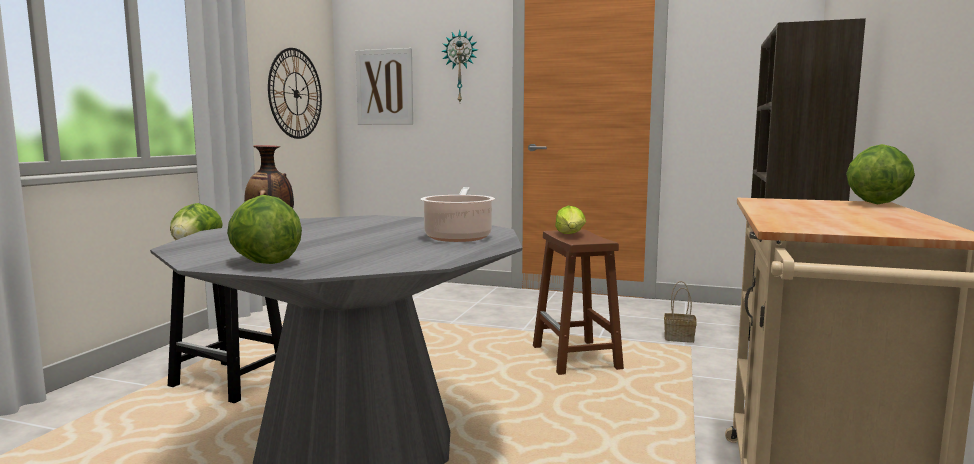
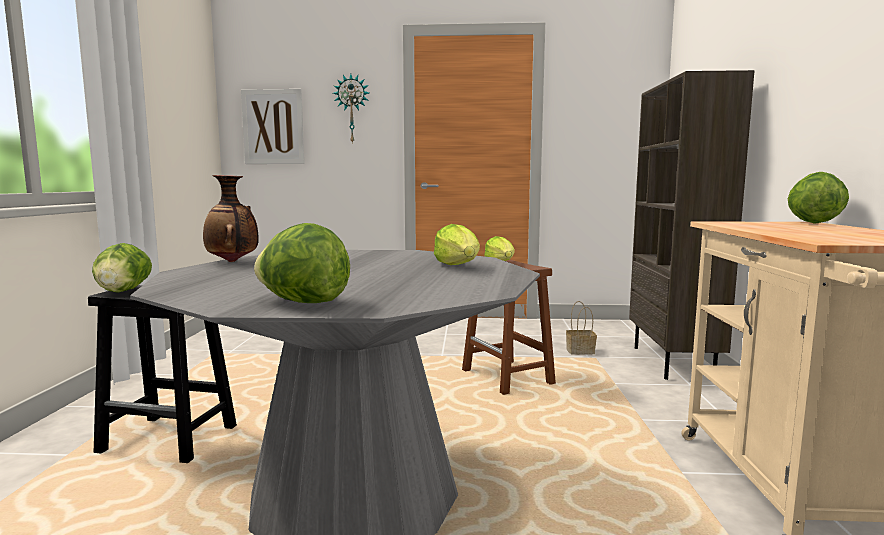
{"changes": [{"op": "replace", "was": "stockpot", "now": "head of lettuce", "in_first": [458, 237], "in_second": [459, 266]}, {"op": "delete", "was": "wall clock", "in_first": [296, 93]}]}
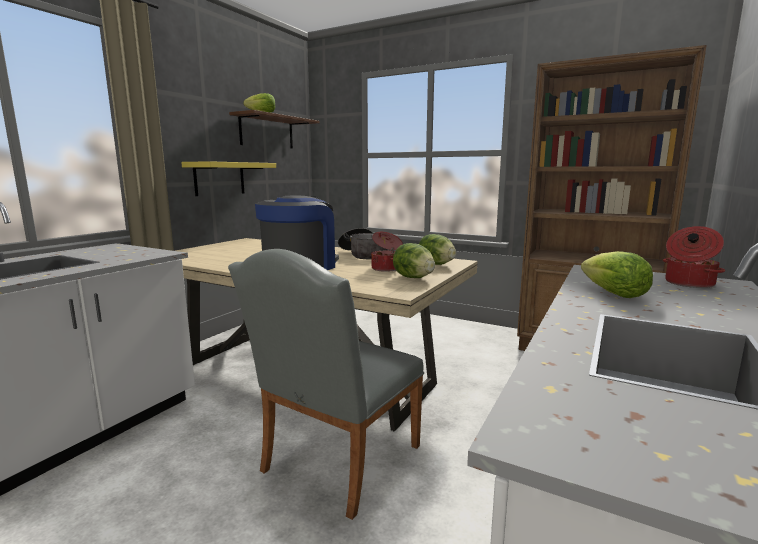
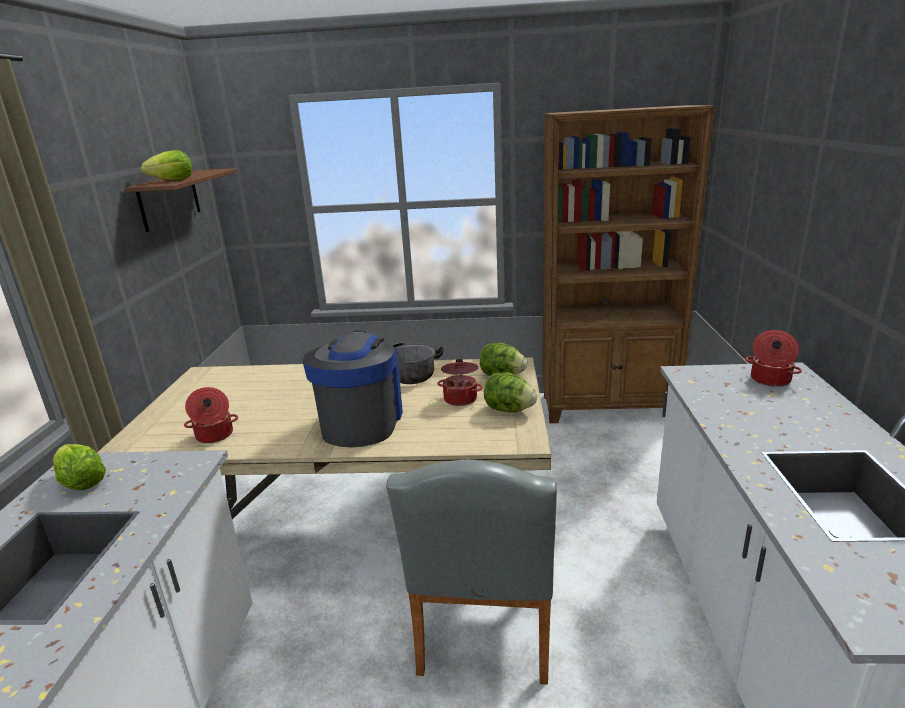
{"changes": [{"op": "move", "was": "head of lettuce", "in_first": [613, 294], "in_second": [82, 483]}, {"op": "insert", "now": "stockpot", "in_second": [214, 435]}, {"op": "delete", "was": "bracket shelf in yellowish", "in_first": [219, 178]}]}
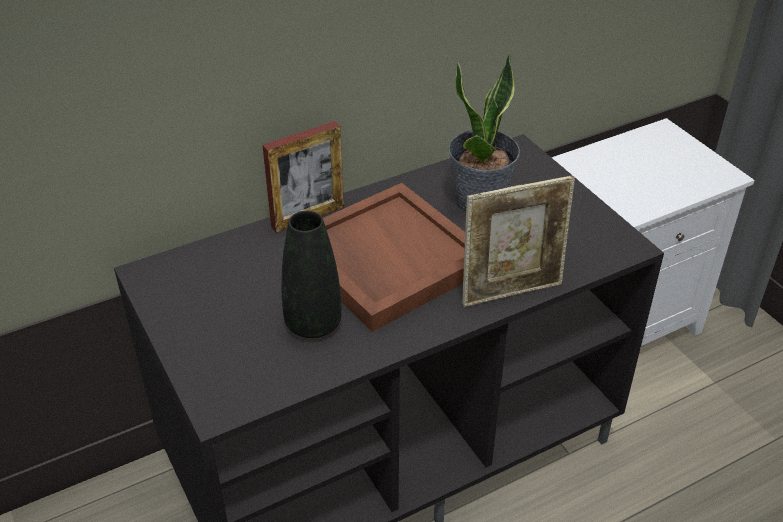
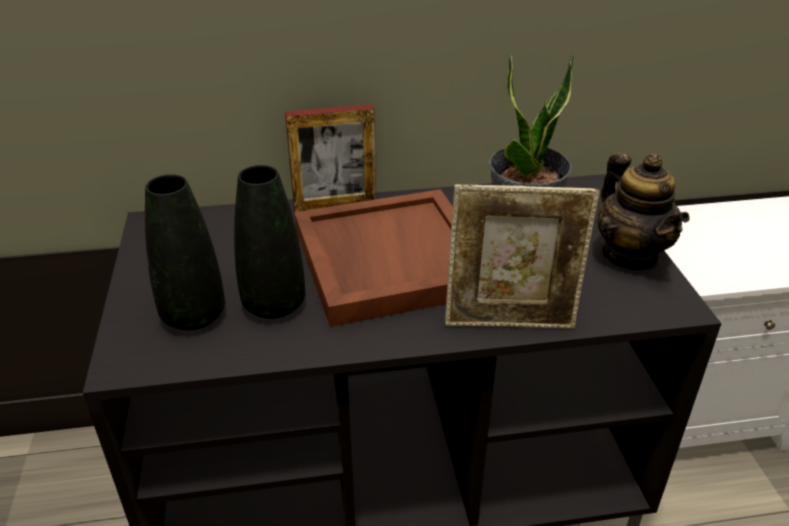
{"changes": [{"op": "insert", "now": "decorative vase in black-coloured", "in_second": [193, 316]}, {"op": "insert", "now": "tea pot", "in_second": [630, 255]}]}
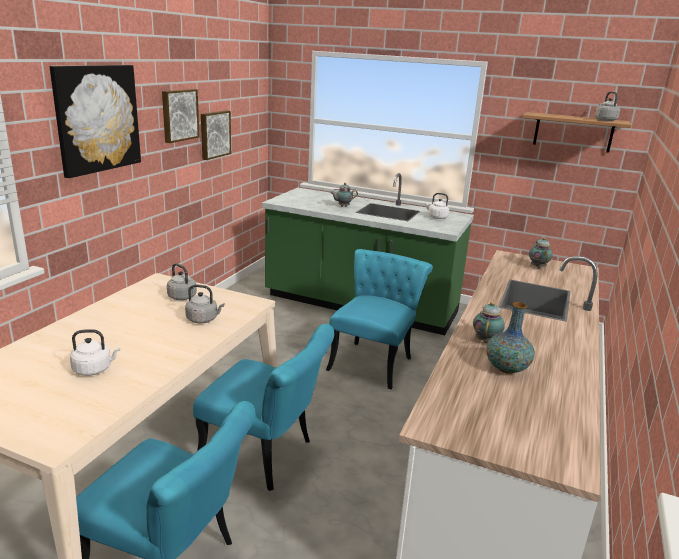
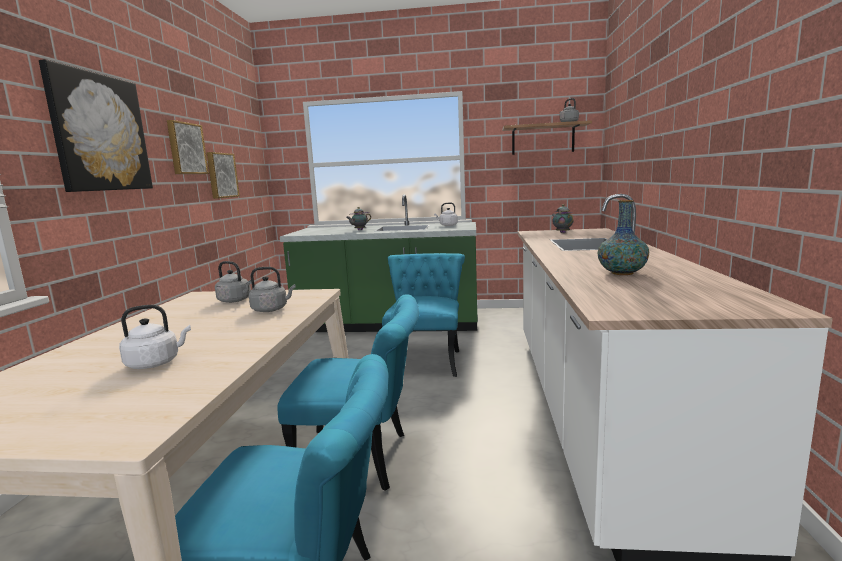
{"changes": [{"op": "delete", "was": "tea pot", "in_first": [486, 340]}]}
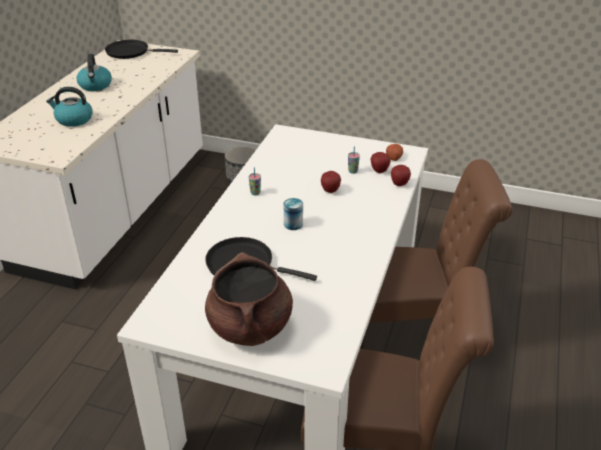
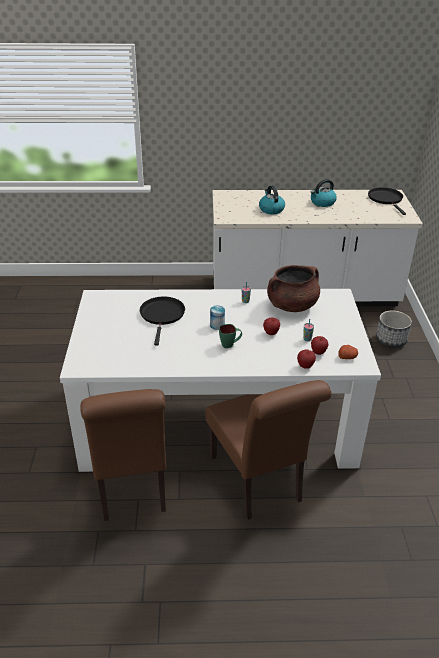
{"changes": [{"op": "insert", "now": "tea mug in green-coloured", "in_second": [230, 344]}, {"op": "move", "was": "stockpot in brown-coloured", "in_first": [250, 327], "in_second": [292, 306]}]}
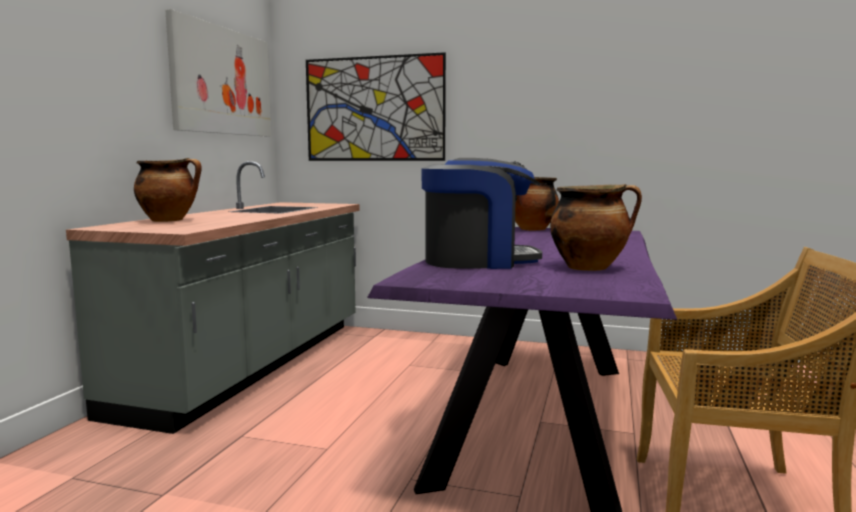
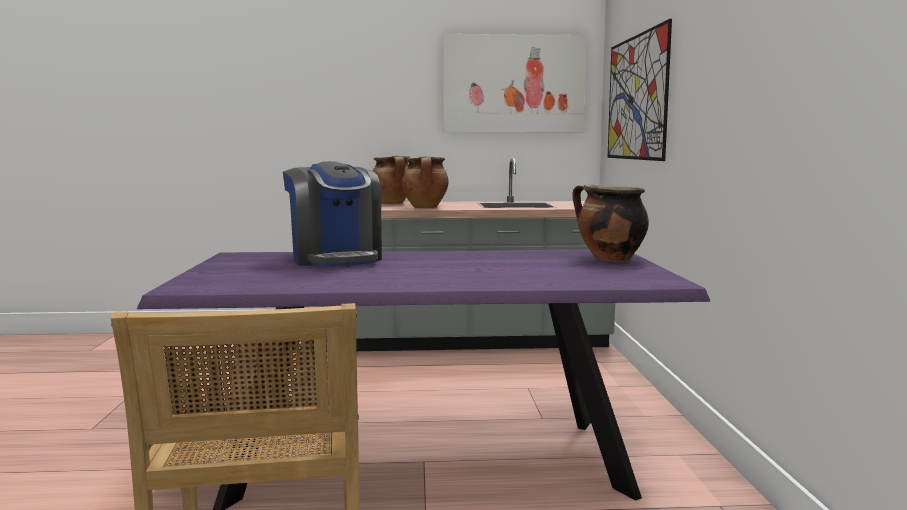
{"changes": [{"op": "move", "was": "stockpot", "in_first": [590, 268], "in_second": [426, 208]}]}
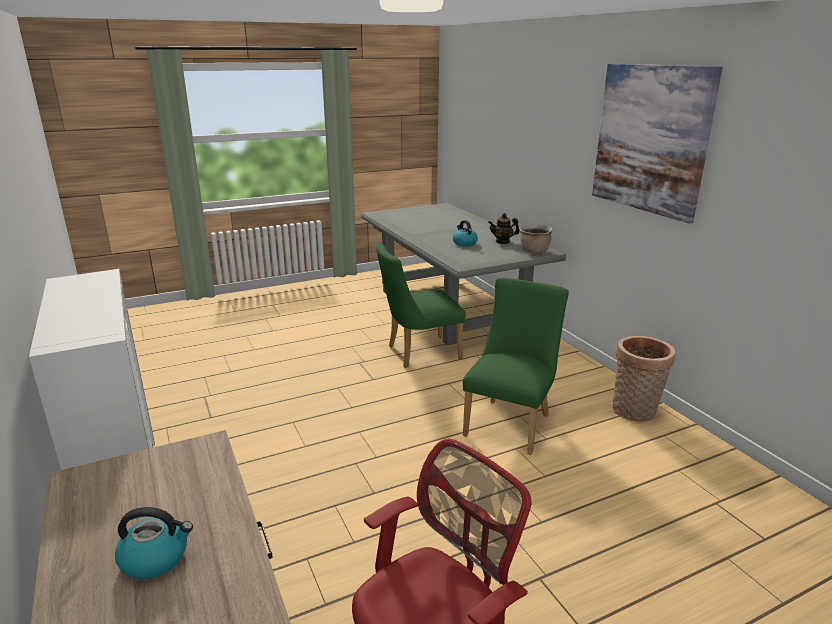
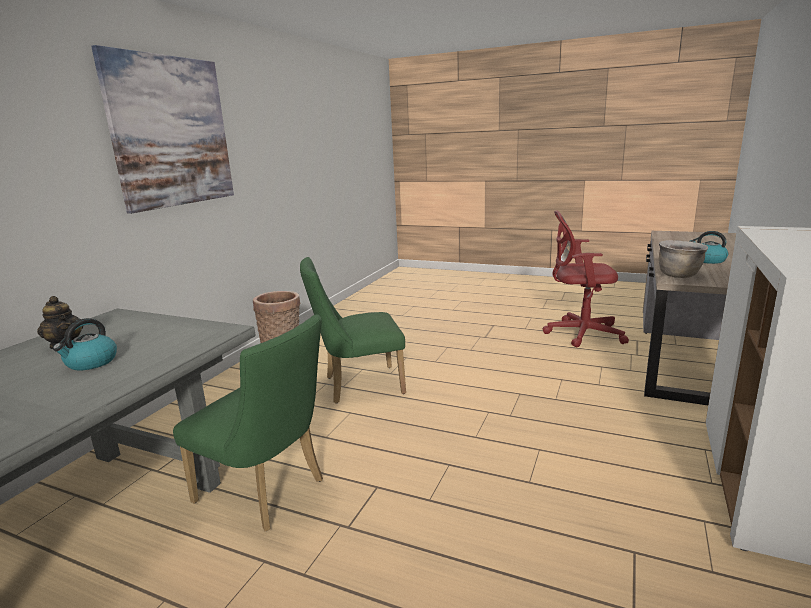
{"changes": [{"op": "move", "was": "stockpot in brown-coloured", "in_first": [534, 251], "in_second": [679, 275]}]}
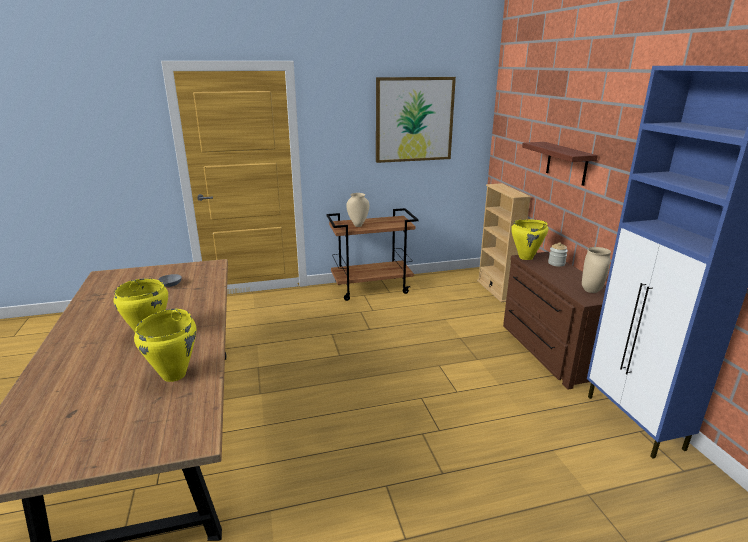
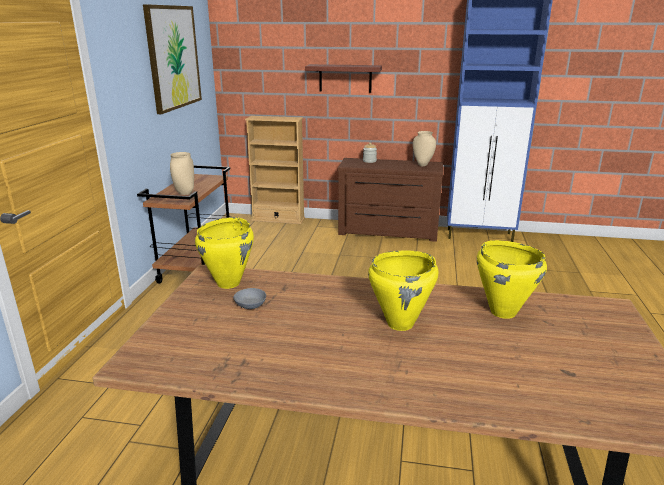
{"changes": [{"op": "move", "was": "stockpot in yellowish", "in_first": [526, 257], "in_second": [229, 283]}]}
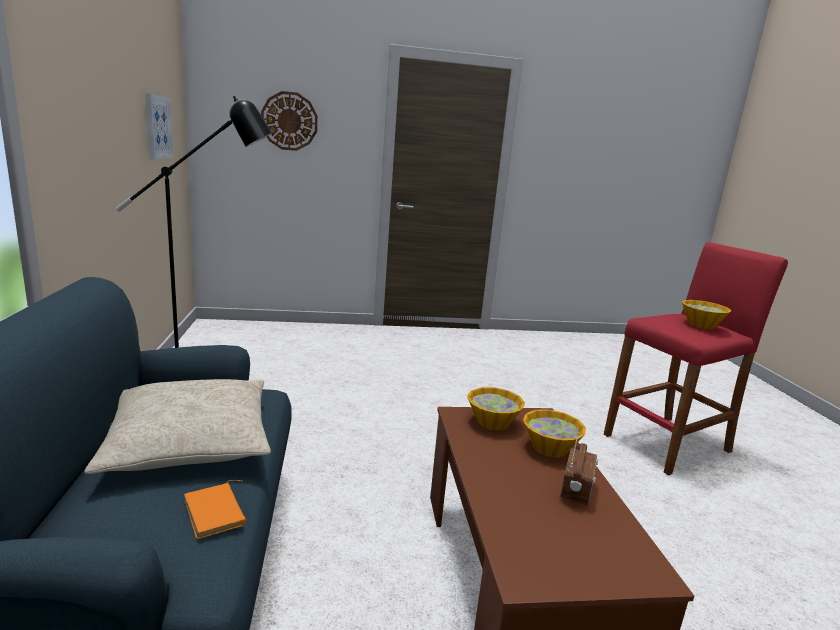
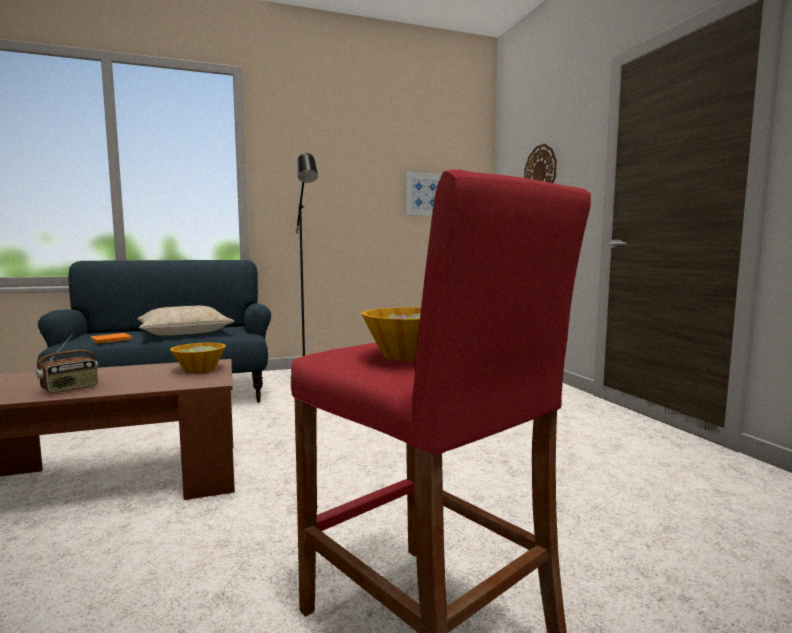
{"changes": [{"op": "rotate", "was": "radio", "in_first": [576, 491], "in_second": [70, 389], "clockwise": -60}, {"op": "delete", "was": "deep dish", "in_first": [549, 448]}]}
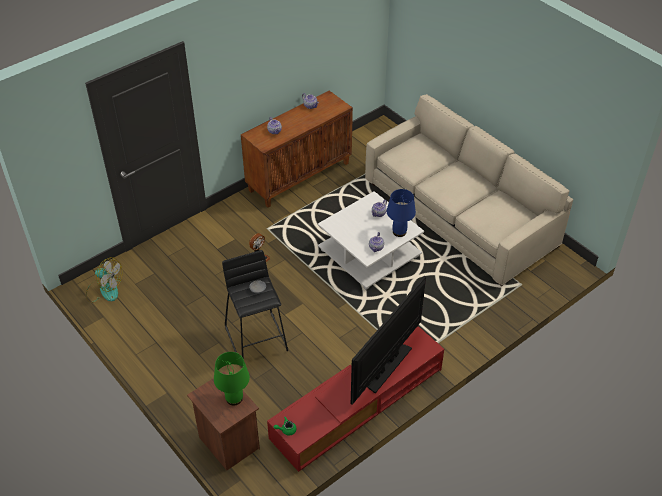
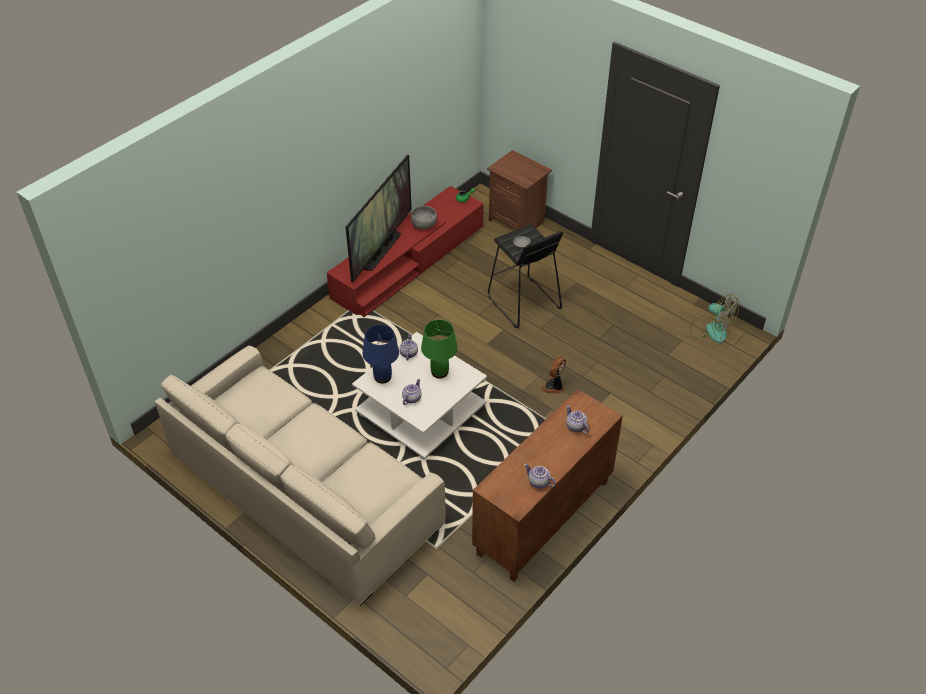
{"changes": [{"op": "insert", "now": "deep dish in gray", "in_second": [423, 225]}, {"op": "move", "was": "tabletop lamp in green-coloured", "in_first": [234, 398], "in_second": [439, 371]}, {"op": "rotate", "was": "cooling fan", "in_first": [104, 290], "in_second": [710, 329], "clockwise": -150}]}
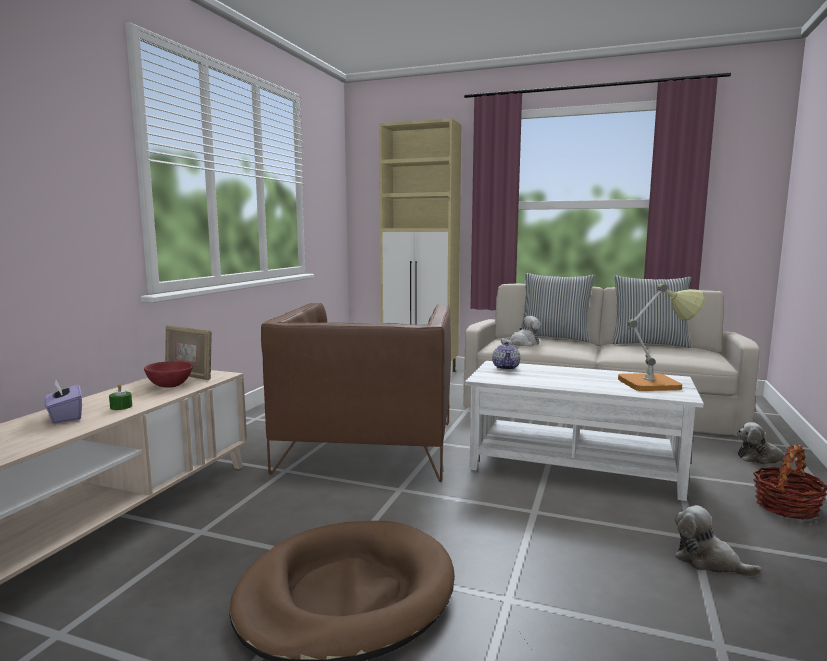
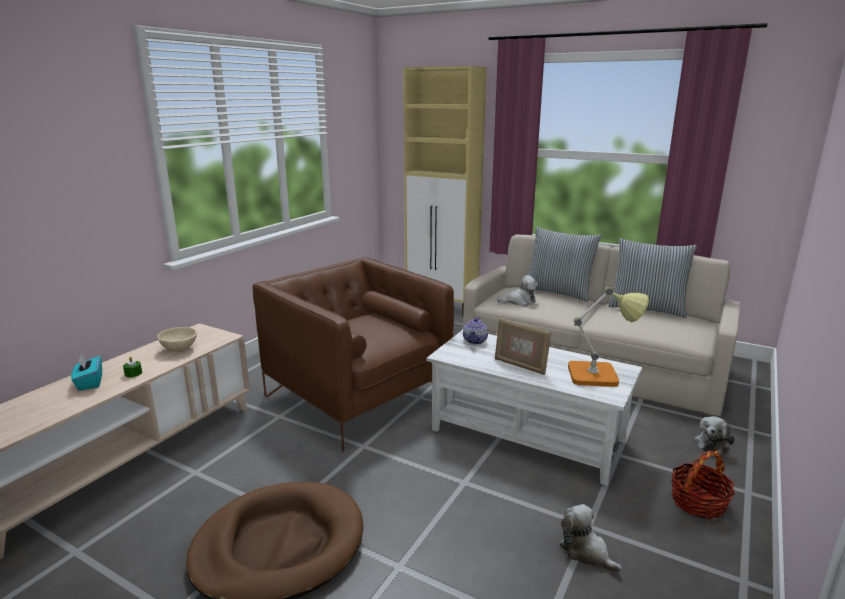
{"changes": [{"op": "recolor", "was": "tissue box in purple-coloured", "now": "tissue box in blue-green", "in_first": [65, 417], "in_second": [89, 383]}, {"op": "recolor", "was": "deep dish in red-coloured", "now": "deep dish in beige-coloured", "in_first": [170, 385], "in_second": [180, 349]}, {"op": "rotate", "was": "lounge chair in brown-coloured", "in_first": [369, 447], "in_second": [357, 396], "clockwise": 120}, {"op": "move", "was": "picture frame", "in_first": [189, 376], "in_second": [520, 366]}, {"op": "rotate", "was": "cuddly toy", "in_first": [761, 458], "in_second": [712, 443], "clockwise": -75}]}
